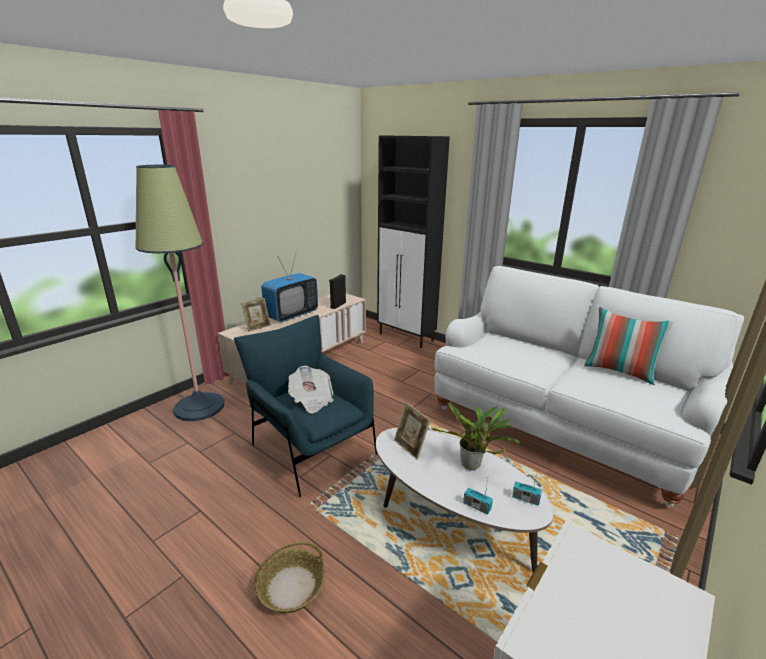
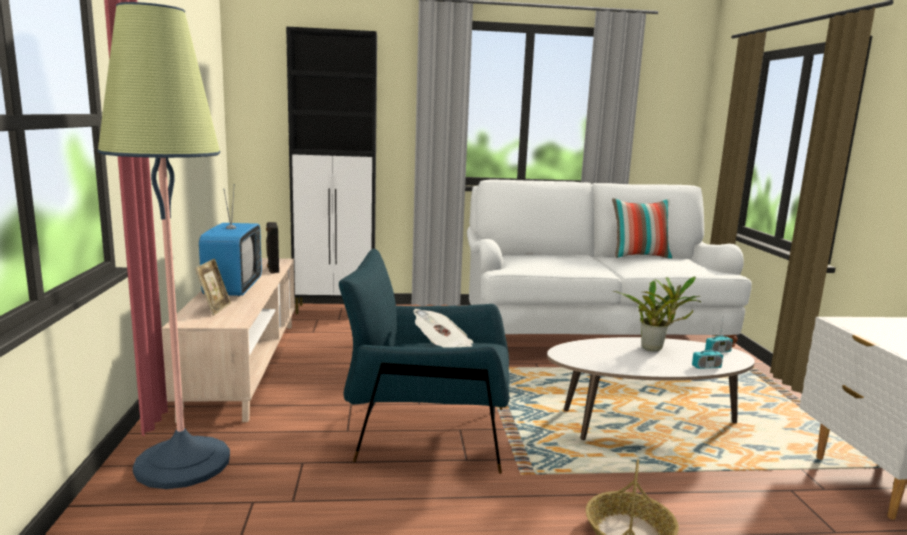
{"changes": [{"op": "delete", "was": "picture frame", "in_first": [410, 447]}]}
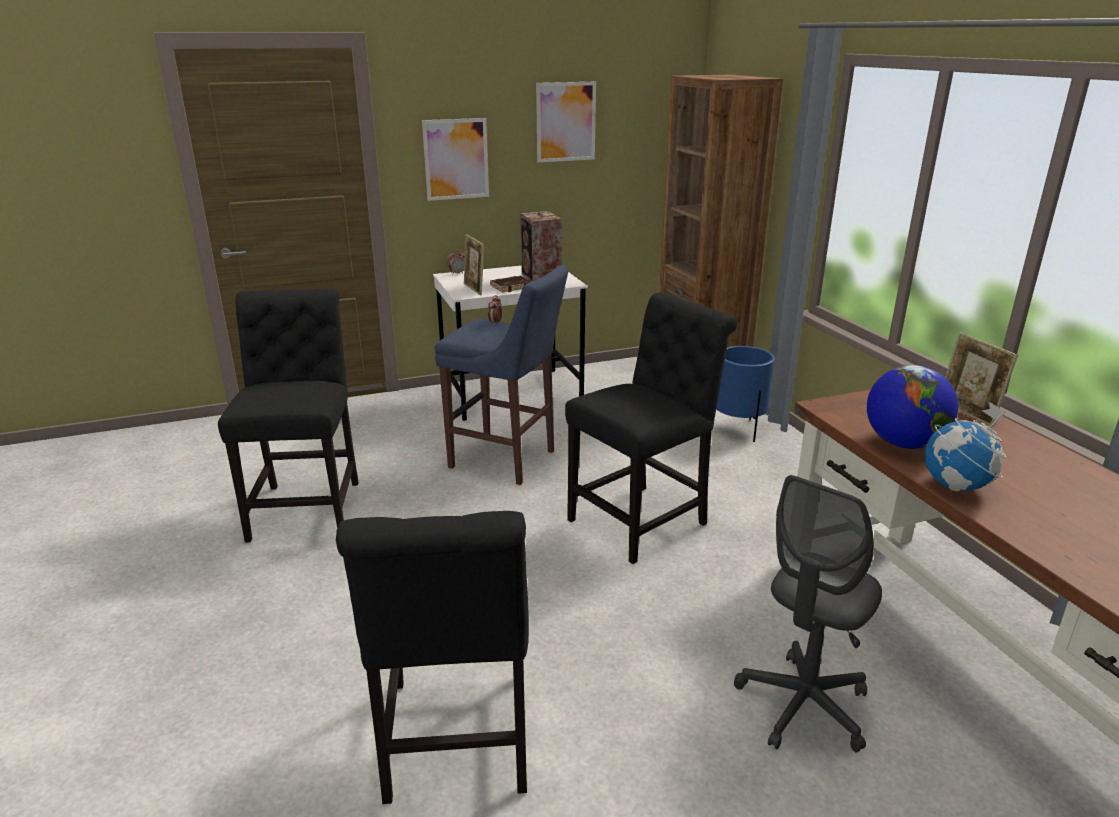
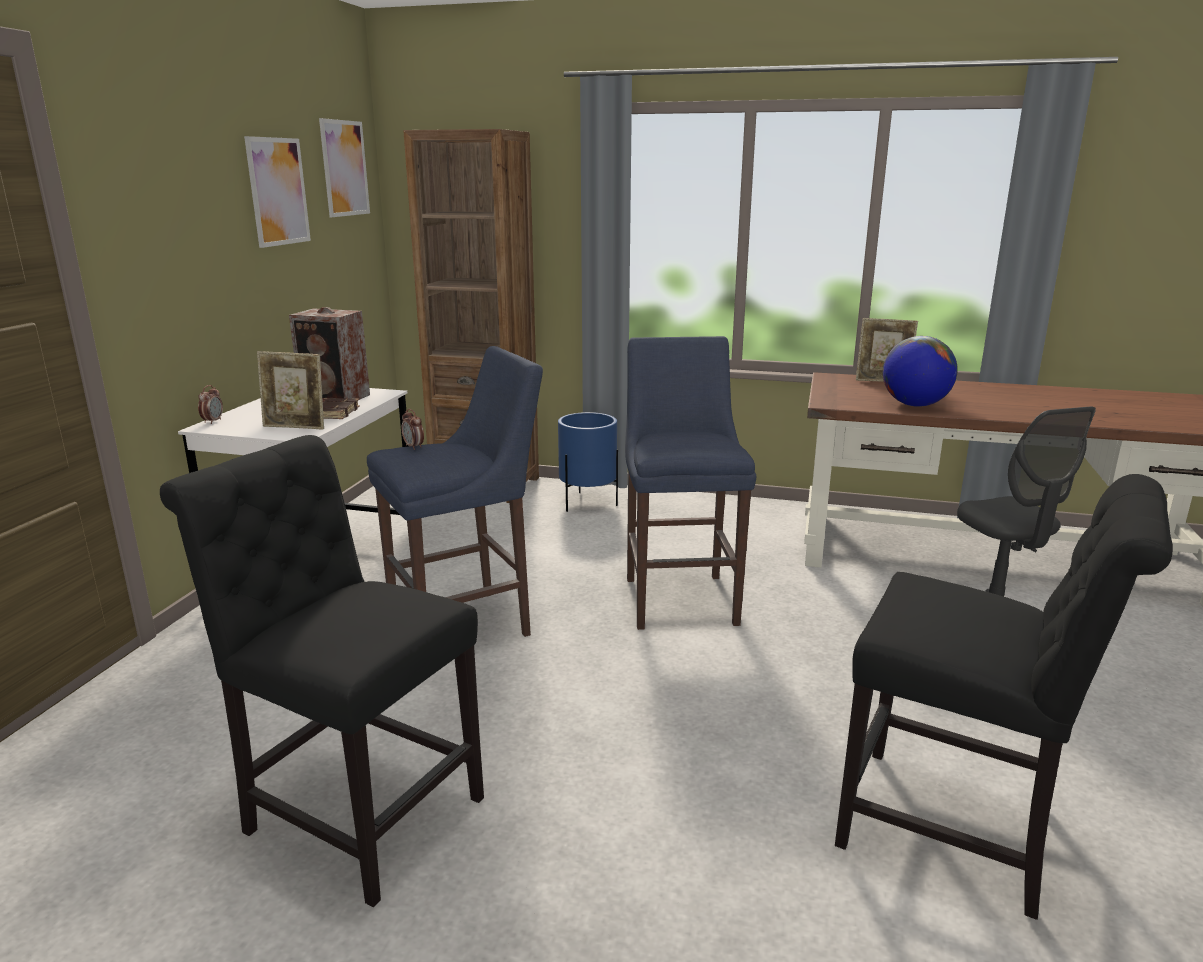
{"changes": [{"op": "move", "was": "wall picture", "in_first": [456, 159], "in_second": [345, 168]}, {"op": "replace", "was": "plain chair in black-coloured", "now": "stool seat in bluish", "in_first": [643, 520], "in_second": [680, 597]}, {"op": "delete", "was": "globe", "in_first": [957, 486]}]}
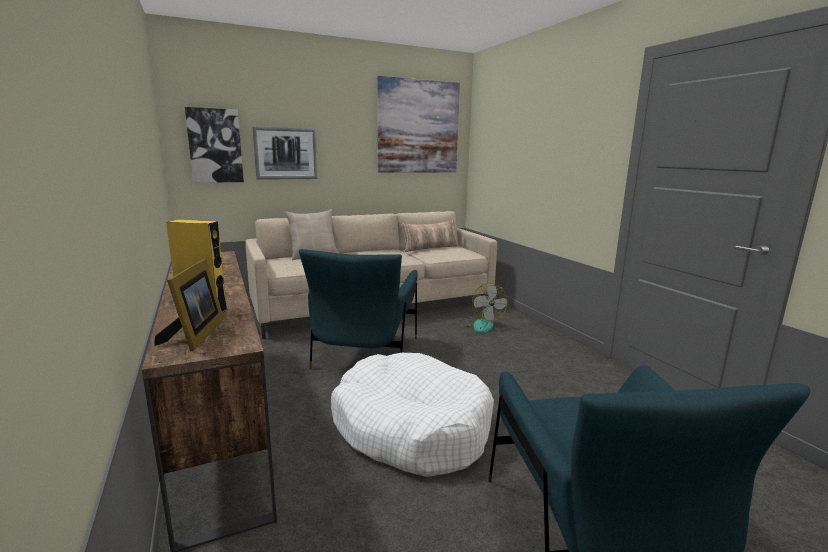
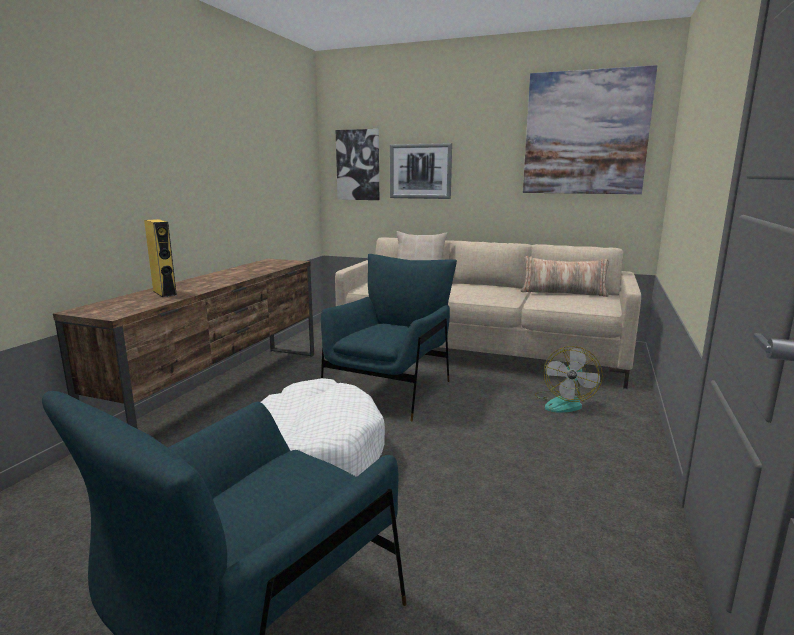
{"changes": [{"op": "rotate", "was": "lounge chair in bluish", "in_first": [366, 354], "in_second": [390, 389], "clockwise": 150}, {"op": "delete", "was": "picture frame", "in_first": [196, 335]}]}
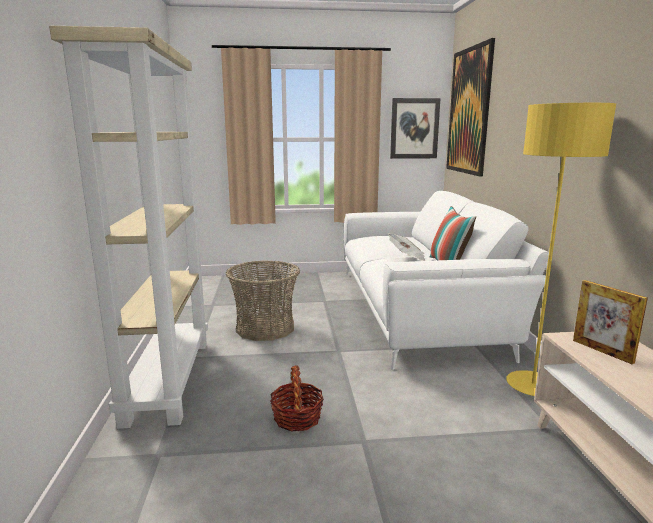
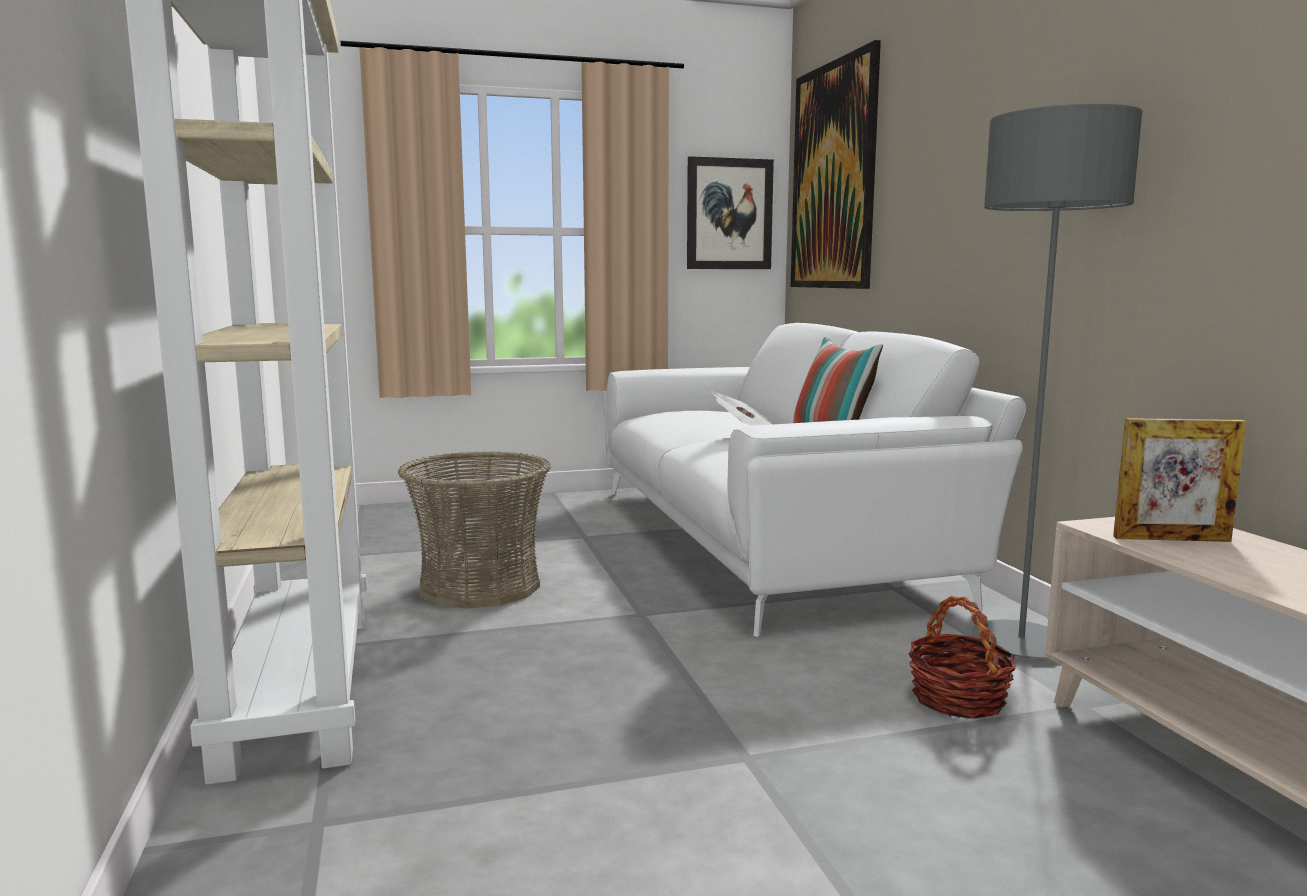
{"changes": [{"op": "move", "was": "basket", "in_first": [297, 418], "in_second": [958, 699]}, {"op": "recolor", "was": "floor lamp in yellowish", "now": "floor lamp in gray", "in_first": [532, 386], "in_second": [1020, 643]}, {"op": "rotate", "was": "picture frame", "in_first": [602, 351], "in_second": [1171, 539], "clockwise": -45}]}
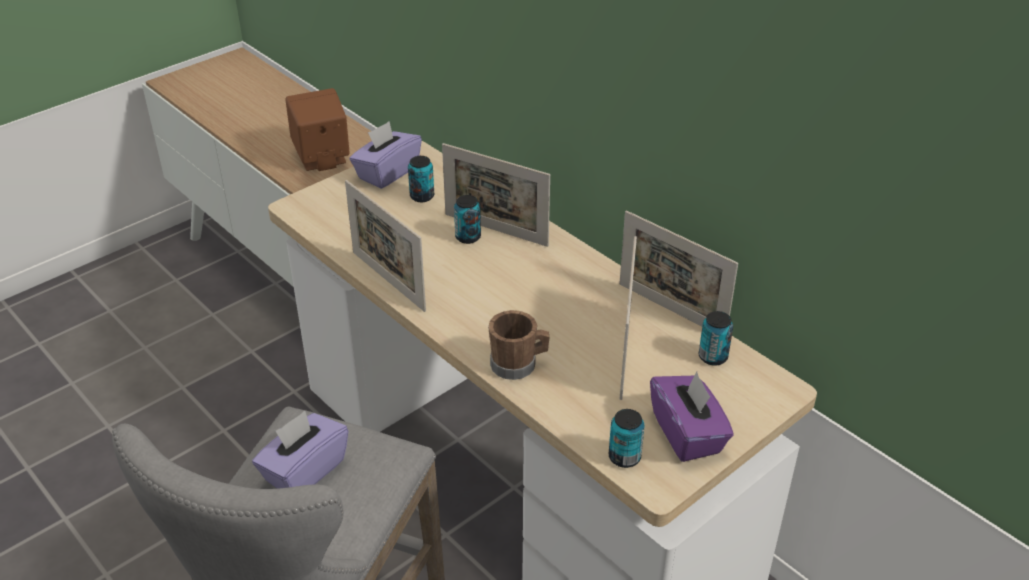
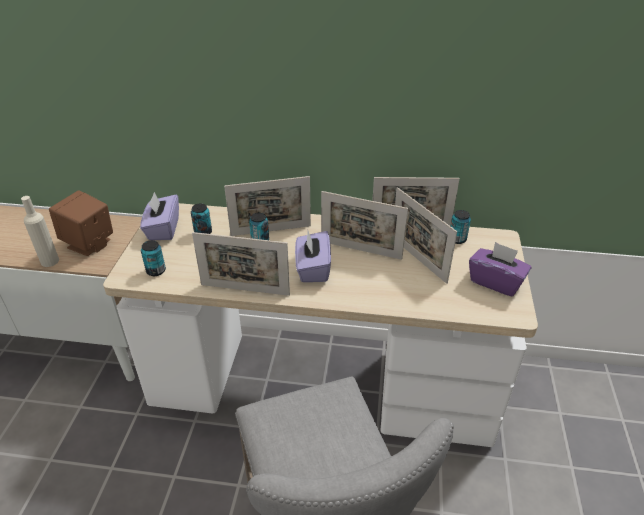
{"changes": [{"op": "insert", "now": "drink bottle in beige-coloured", "in_second": [50, 261]}, {"op": "move", "was": "sealed can", "in_first": [624, 457], "in_second": [156, 271]}, {"op": "move", "was": "tissue box in purple-coloured", "in_first": [304, 471], "in_second": [313, 269]}, {"op": "insert", "now": "picture frame", "in_second": [361, 250]}, {"op": "delete", "was": "tea mug in brown-coloured", "in_first": [518, 364]}]}
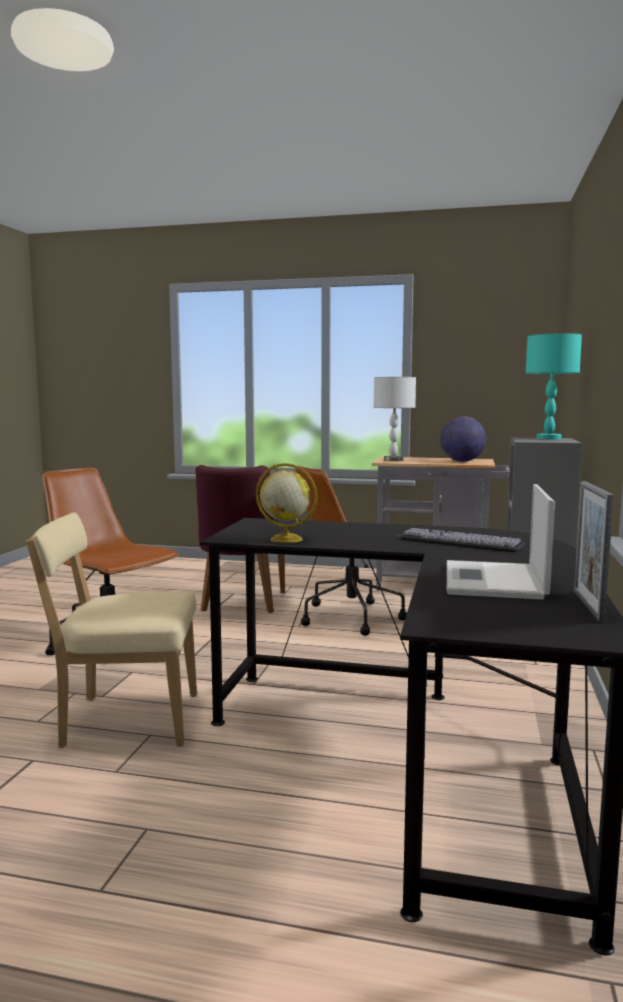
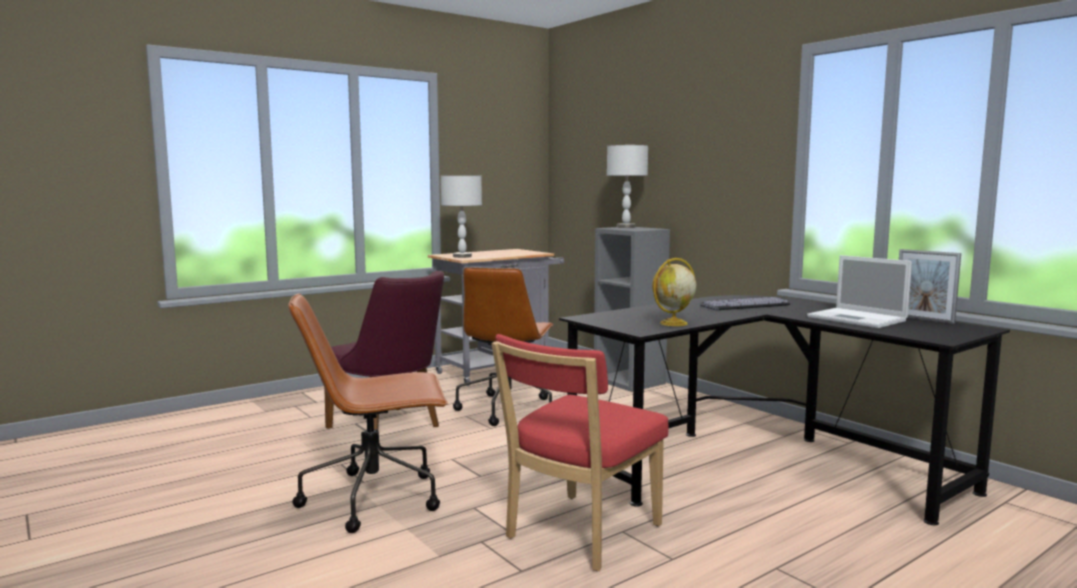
{"changes": [{"op": "recolor", "was": "plain chair in beige-coloured", "now": "plain chair in red-coloured", "in_first": [124, 720], "in_second": [578, 534]}, {"op": "recolor", "was": "tabletop lamp in blue-green", "now": "tabletop lamp in gray", "in_first": [549, 438], "in_second": [626, 227]}, {"op": "delete", "was": "globe", "in_first": [462, 461]}]}
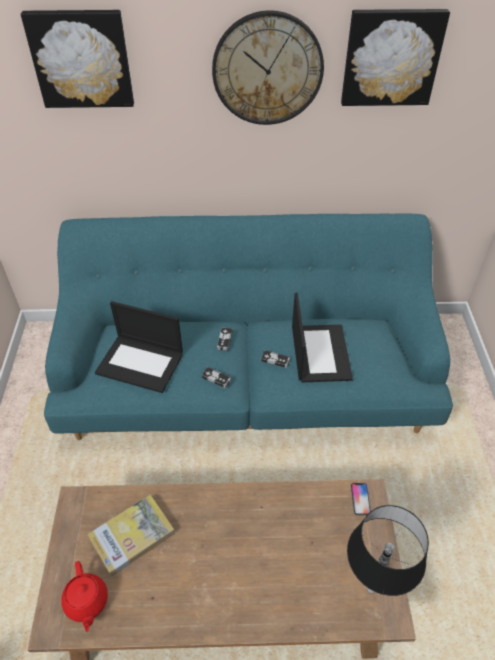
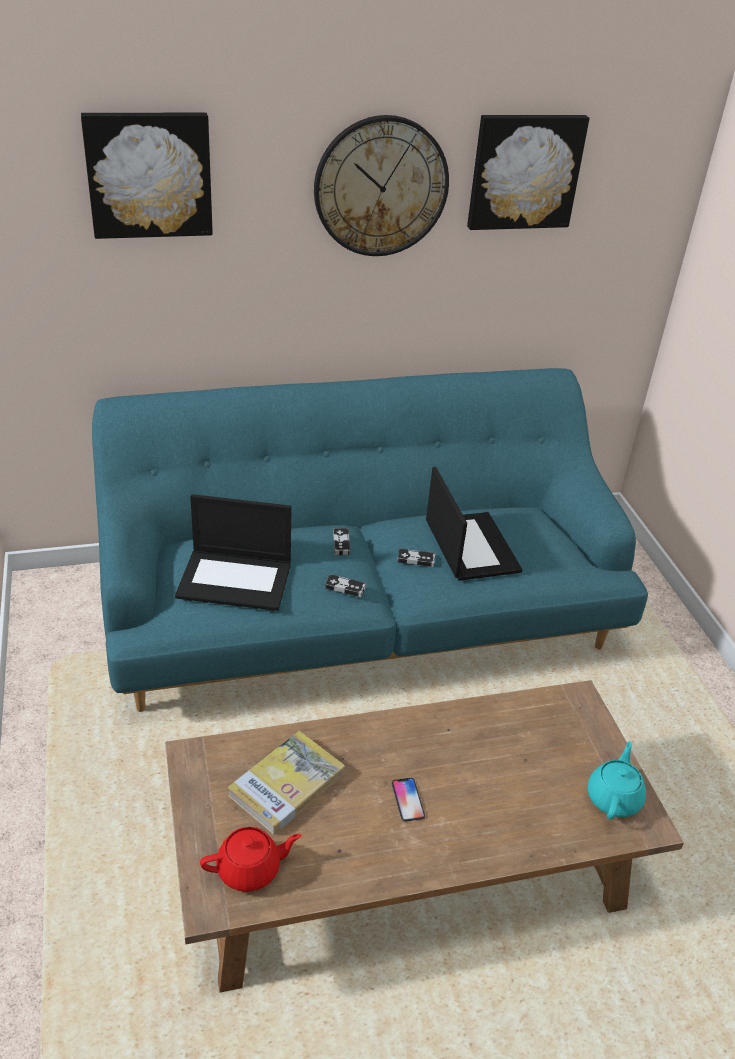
{"changes": [{"op": "rotate", "was": "tea pot in red-coloured", "in_first": [86, 602], "in_second": [250, 869], "clockwise": -75}, {"op": "move", "was": "handset", "in_first": [360, 499], "in_second": [407, 800]}, {"op": "replace", "was": "tabletop lamp in black-coloured", "now": "tea pot in blue-green", "in_first": [371, 588], "in_second": [614, 798]}]}
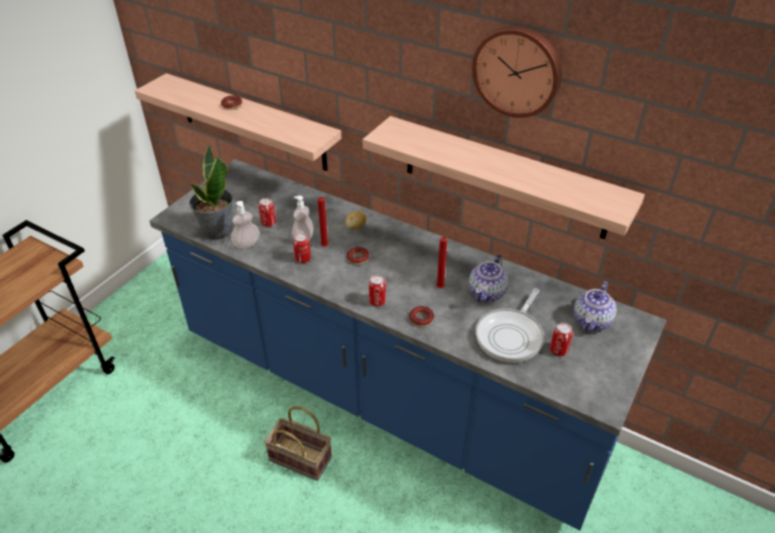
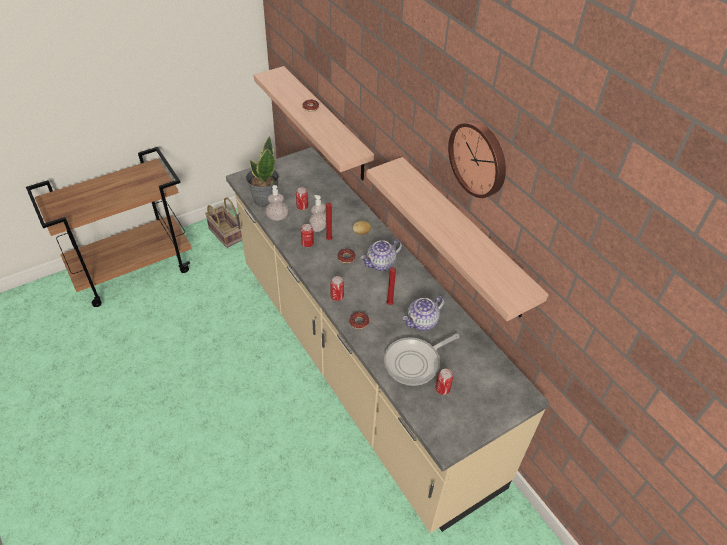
{"changes": [{"op": "move", "was": "basket", "in_first": [302, 458], "in_second": [227, 234]}, {"op": "recolor", "was": "kitchen base unit in bluish", "now": "kitchen base unit in beige-coloured", "in_first": [387, 395], "in_second": [359, 368]}, {"op": "move", "was": "tea pot", "in_first": [592, 321], "in_second": [380, 264]}]}
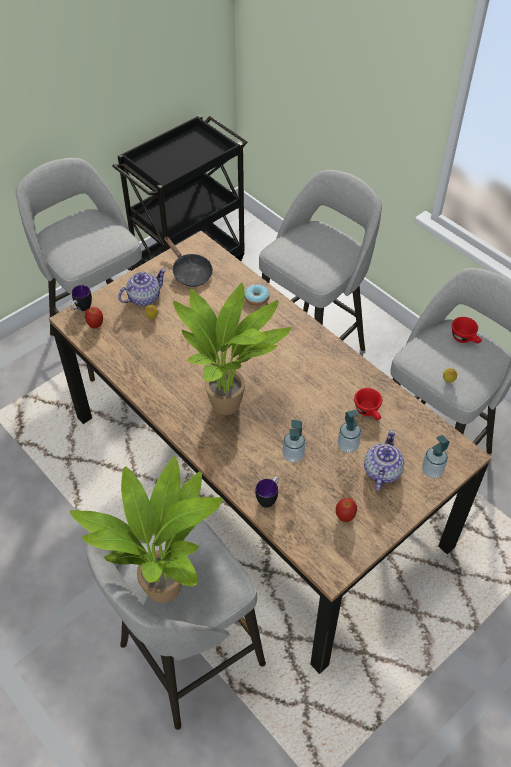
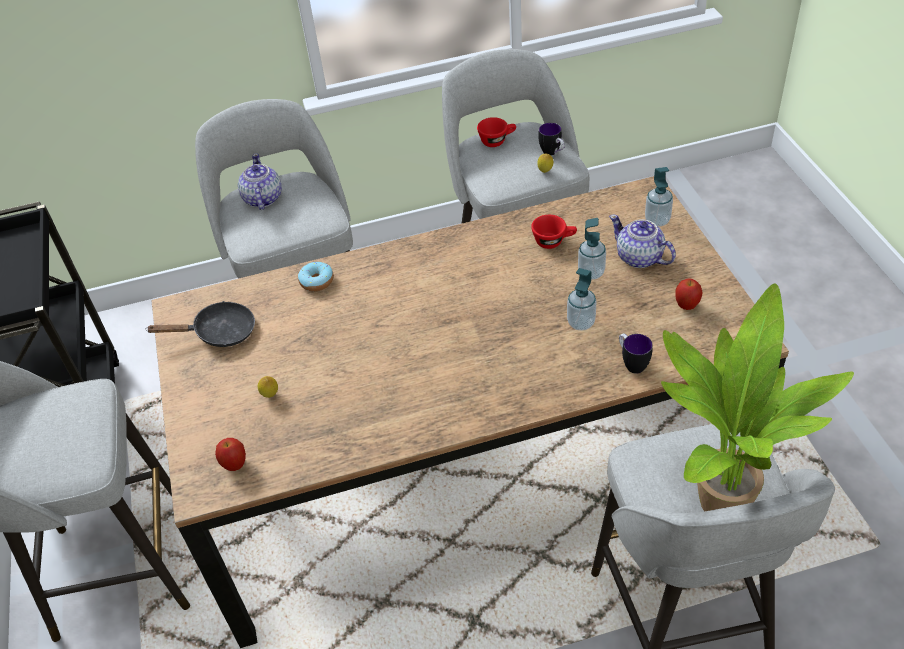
{"changes": [{"op": "move", "was": "tea pot", "in_first": [143, 297], "in_second": [262, 199]}, {"op": "move", "was": "tea mug", "in_first": [82, 309], "in_second": [552, 153]}, {"op": "delete", "was": "plant in a pot", "in_first": [230, 404]}]}
